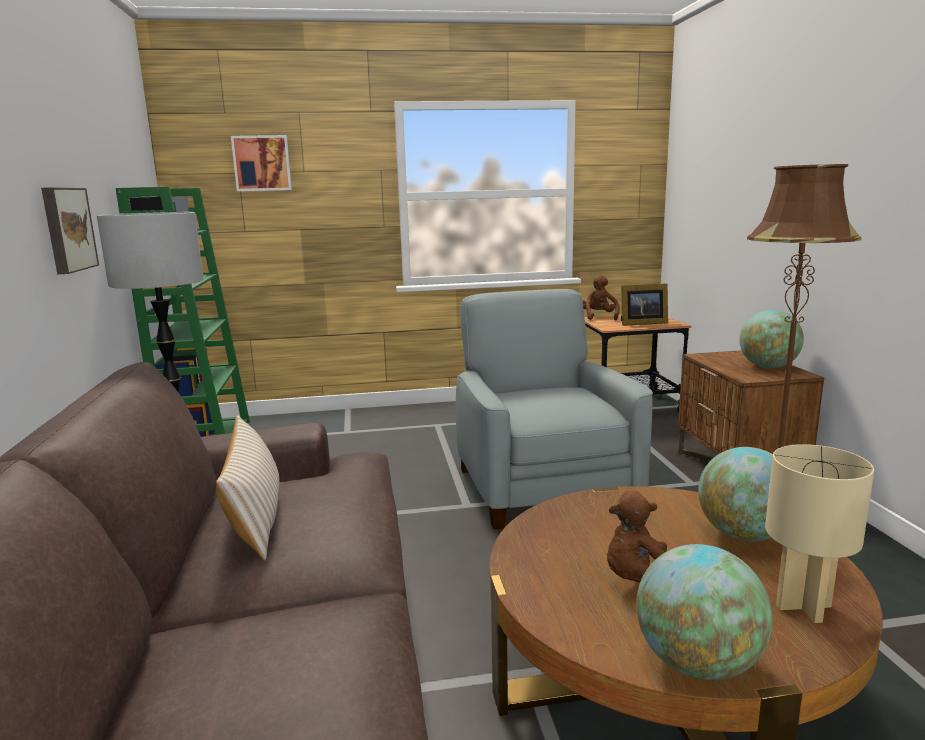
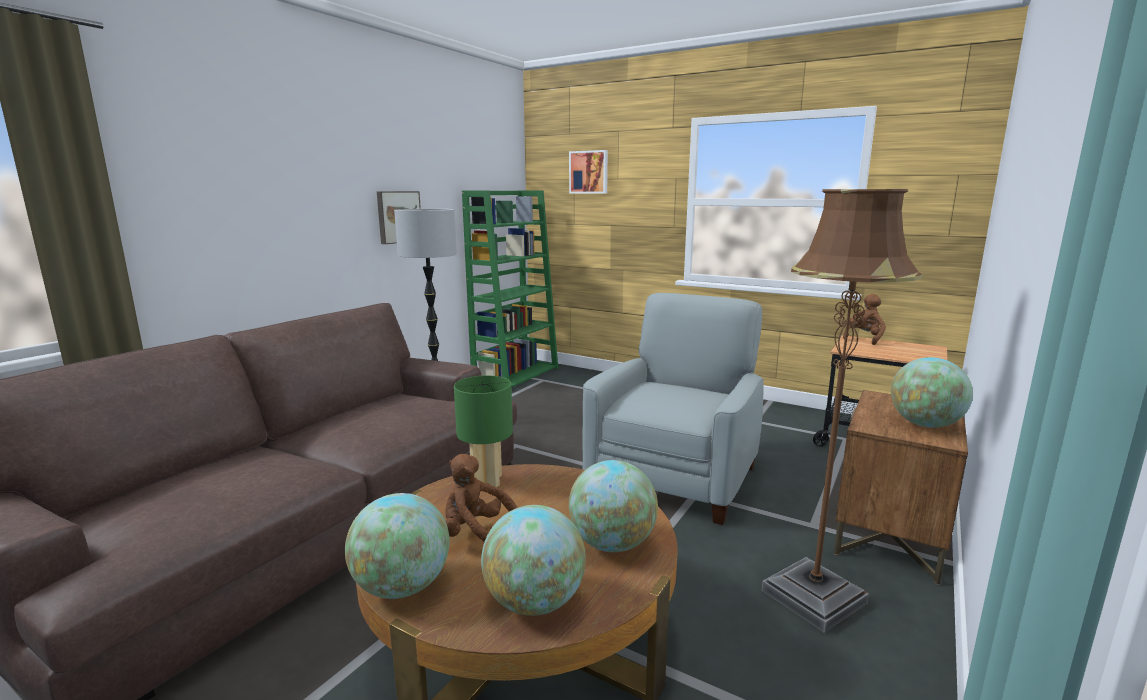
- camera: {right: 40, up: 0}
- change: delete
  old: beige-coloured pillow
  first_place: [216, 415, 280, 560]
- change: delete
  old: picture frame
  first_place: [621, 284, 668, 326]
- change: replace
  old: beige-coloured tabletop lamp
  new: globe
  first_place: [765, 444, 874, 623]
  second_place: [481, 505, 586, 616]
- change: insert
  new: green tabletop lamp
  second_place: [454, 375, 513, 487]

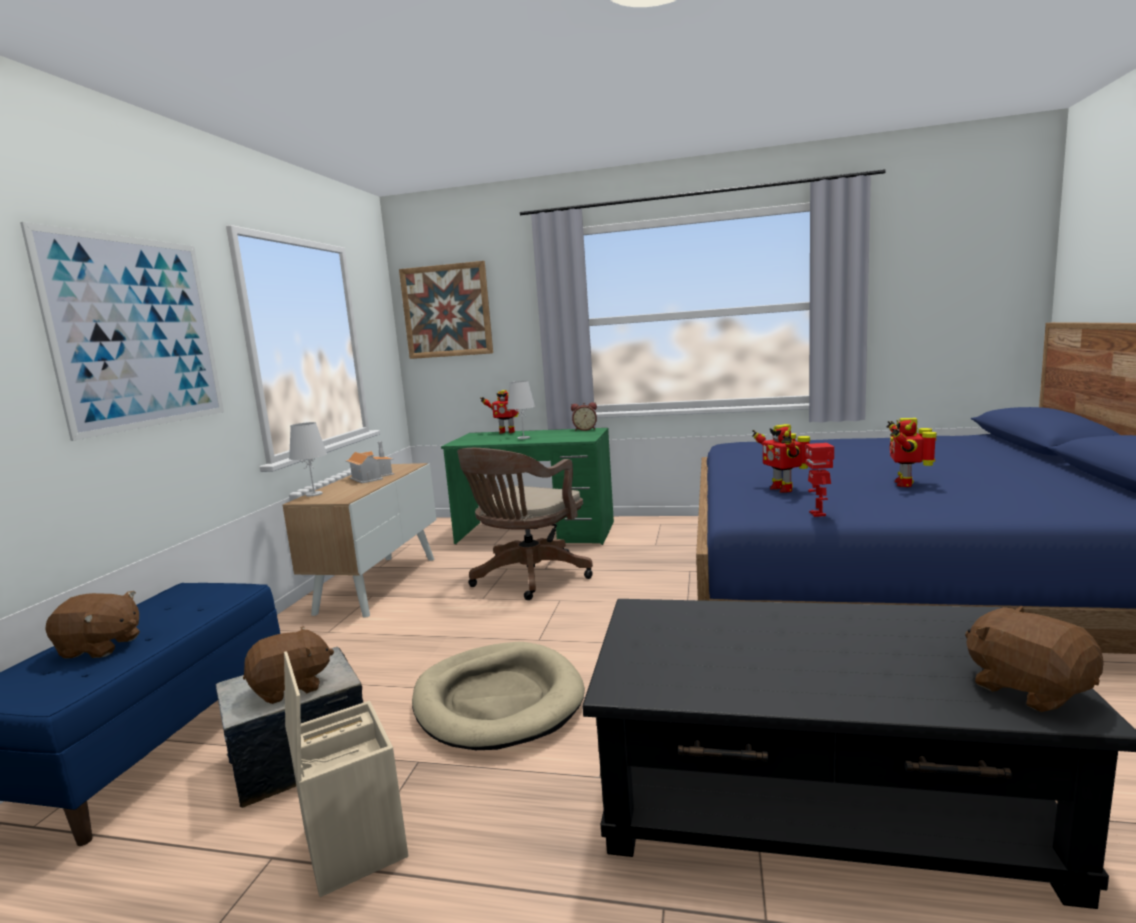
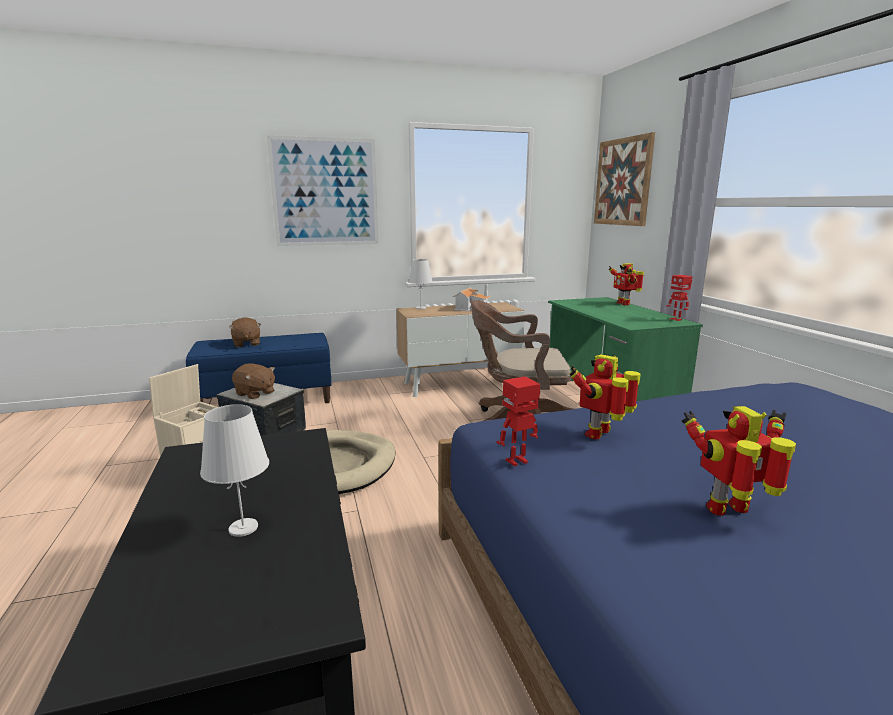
- camera: {right: 60, up: 5}
- change: move
  old: white tabletop lamp
  first_place: [507, 381, 535, 439]
  second_place: [200, 404, 269, 537]
- change: replace
  old: bedside clock
  new: toy robot
  first_place: [571, 402, 597, 431]
  second_place: [666, 275, 693, 321]
- change: delete
  old: brown-coloured soft toy
  first_place: [965, 606, 1104, 712]

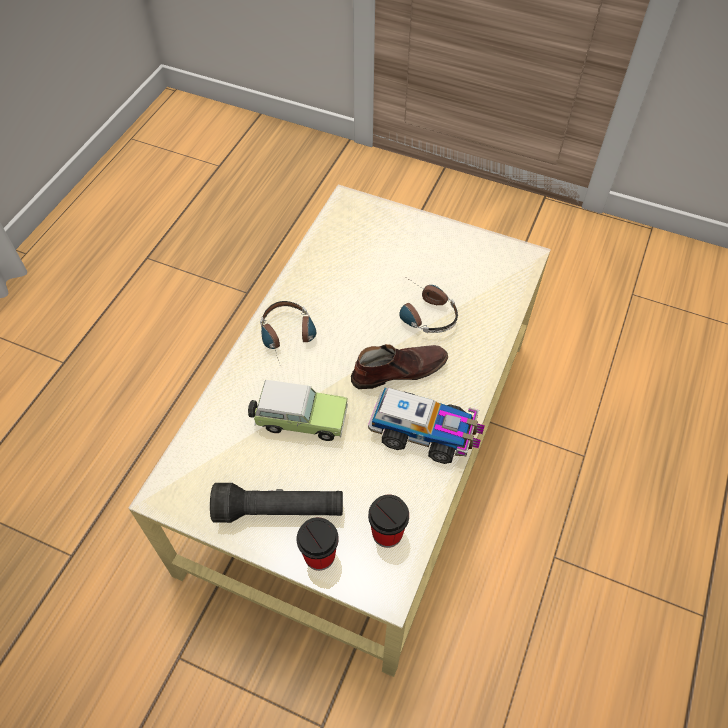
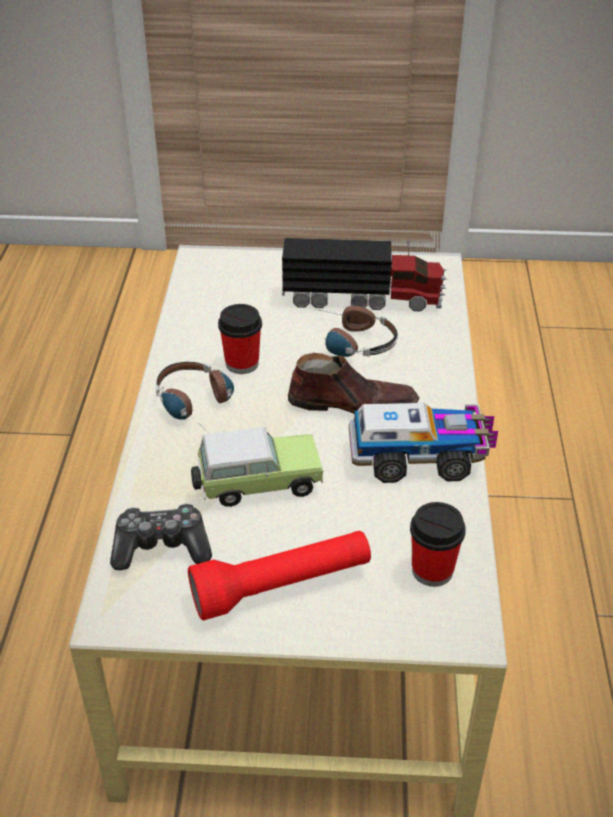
- camera: {right: -20, up: -15}
- change: recolor
  old: black-coloured flashlight
  new: red-coloured flashlight
  first_place: [210, 483, 343, 523]
  second_place: [188, 531, 371, 620]
- change: move
  old: cup
  first_place: [297, 517, 339, 571]
  second_place: [218, 304, 262, 374]
- change: rotate
  old: brown-coloured item of footwear
  first_place: [351, 344, 448, 389]
  second_place: [288, 353, 419, 414]
  degrees: 45
- change: insert
  new: gamepad
  second_place: [110, 503, 212, 570]
- change: insert
  new: toy truck
  second_place: [282, 238, 447, 311]

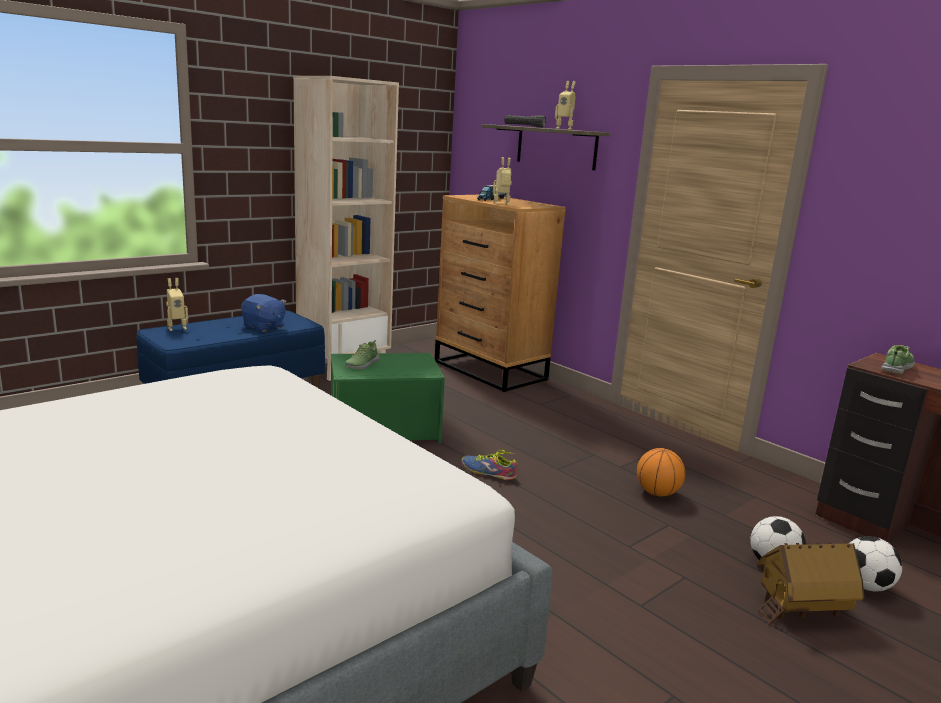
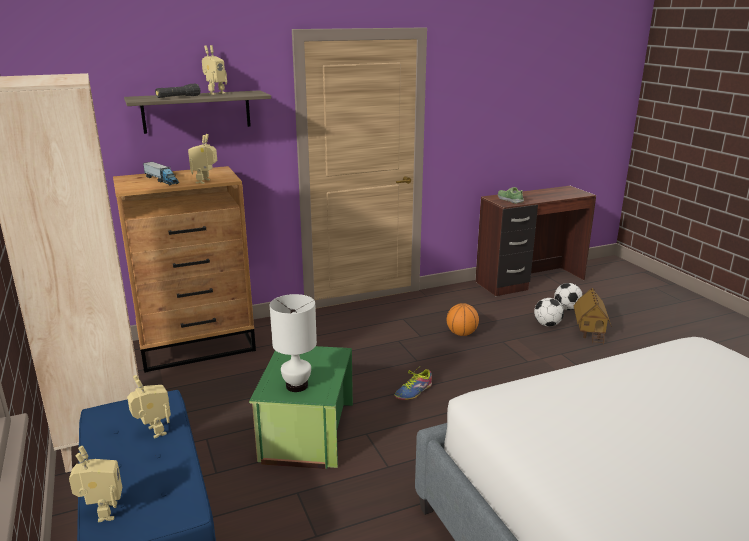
- camera: {right: -70, up: 5}
- change: replace
  old: blue-coloured soft toy
  new: toy robot
  first_place: [241, 294, 287, 332]
  second_place: [127, 375, 171, 438]
- change: replace
  old: item of footwear
  new: white tabletop lamp
  first_place: [345, 340, 379, 369]
  second_place: [270, 294, 317, 392]

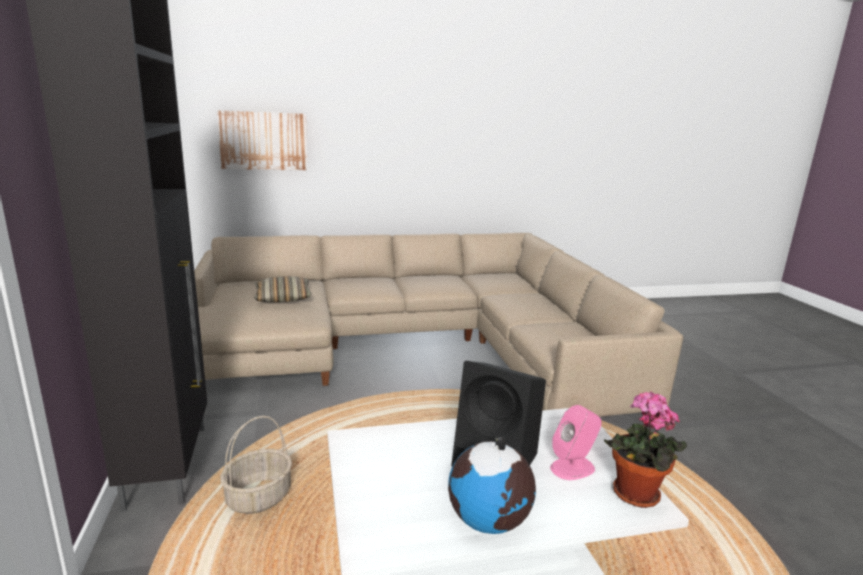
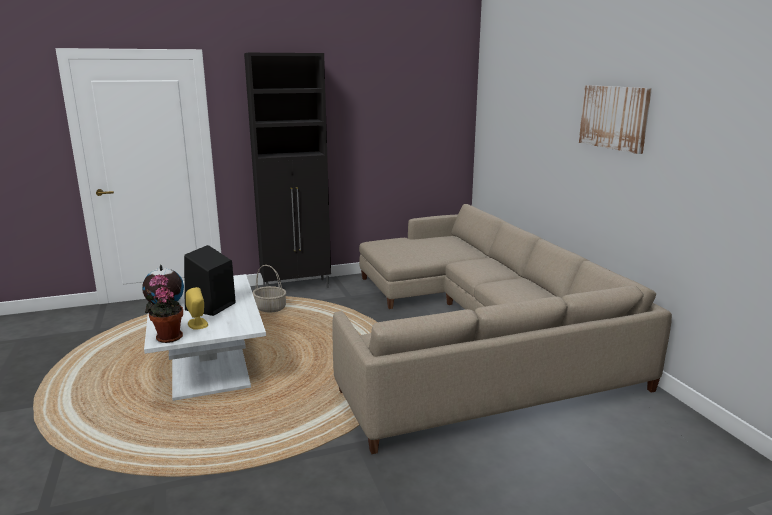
- camera: {right: 85, up: 0}
- change: move
  old: picture
  first_place: [217, 110, 308, 170]
  second_place: [579, 85, 652, 154]
- change: delete
  old: pillow
  first_place: [254, 276, 312, 302]
- change: recolor
  old: pinkish loudspeaker
  new: yellow-coloured loudspeaker
  first_place: [550, 405, 602, 480]
  second_place: [186, 287, 208, 330]

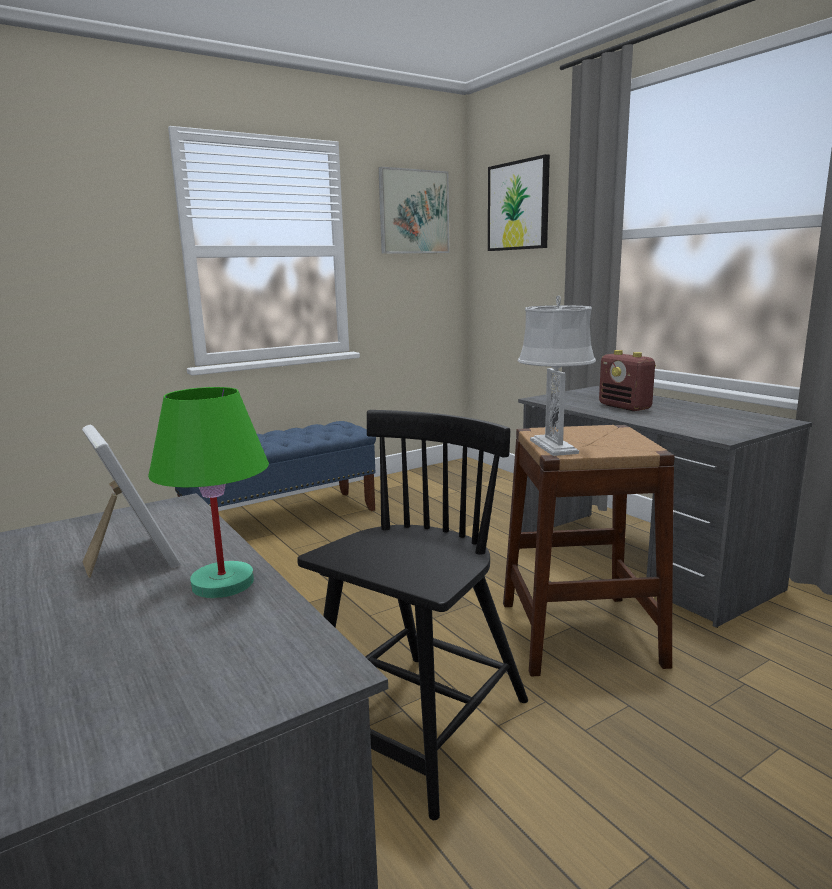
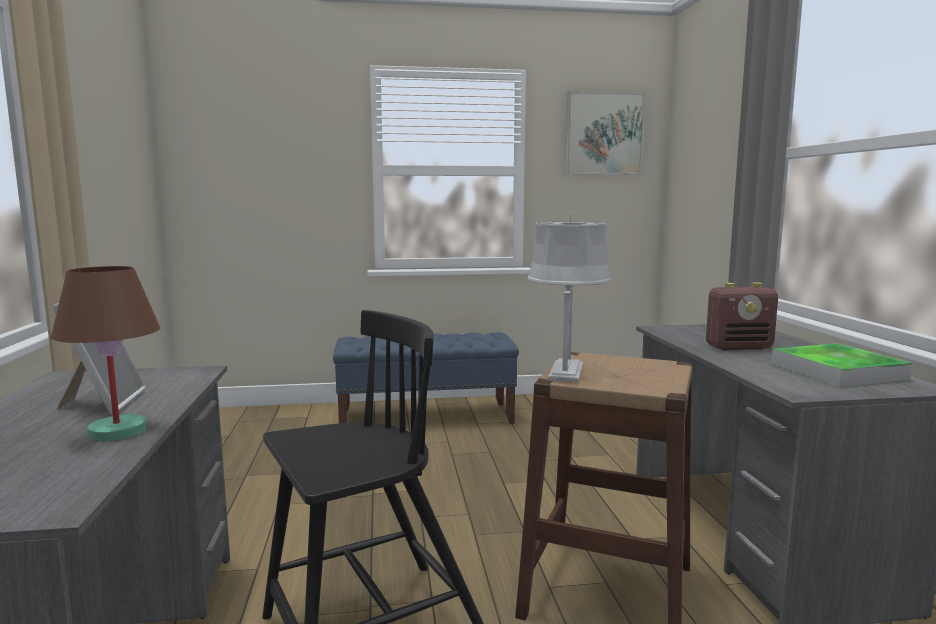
- camera: {right: 25, up: -5}
- change: recolor
  old: green tabletop lamp
  new: brown-coloured tabletop lamp
  first_place: [148, 387, 269, 598]
  second_place: [51, 266, 160, 441]
- change: delete
  old: picture
  first_place: [488, 154, 550, 251]
- change: rotate
  old: radio receiver
  first_place: [599, 350, 656, 411]
  second_place: [706, 282, 778, 350]
  degrees: -90
- change: insert
  new: carrying tray
  second_place: [771, 344, 912, 387]

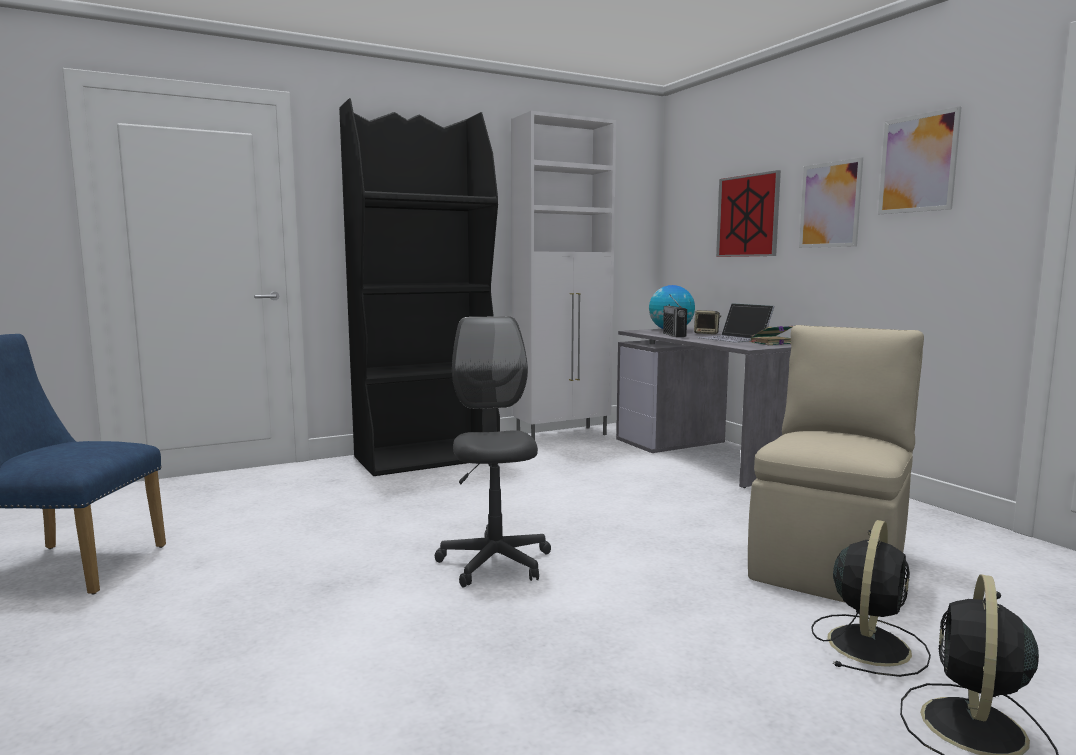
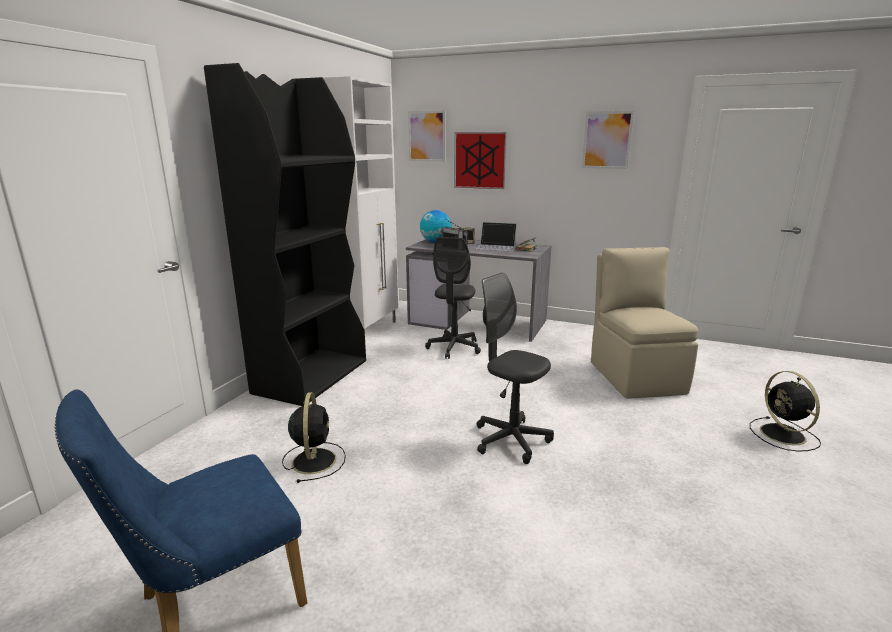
- camera: {right: -40, up: 10}
- change: move
  old: picture
  first_place: [799, 157, 863, 248]
  second_place: [408, 110, 445, 162]
- change: move
  old: black-coloured cooling fan
  first_place: [811, 520, 931, 677]
  second_place: [282, 392, 346, 483]
- change: insert
  new: gray computer chair
  second_place: [425, 237, 481, 359]

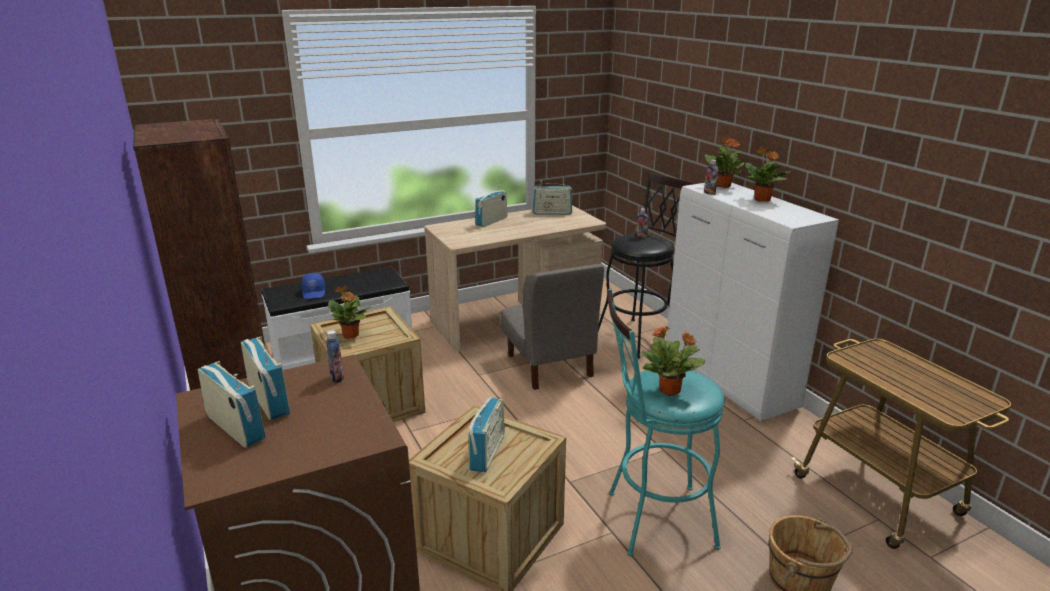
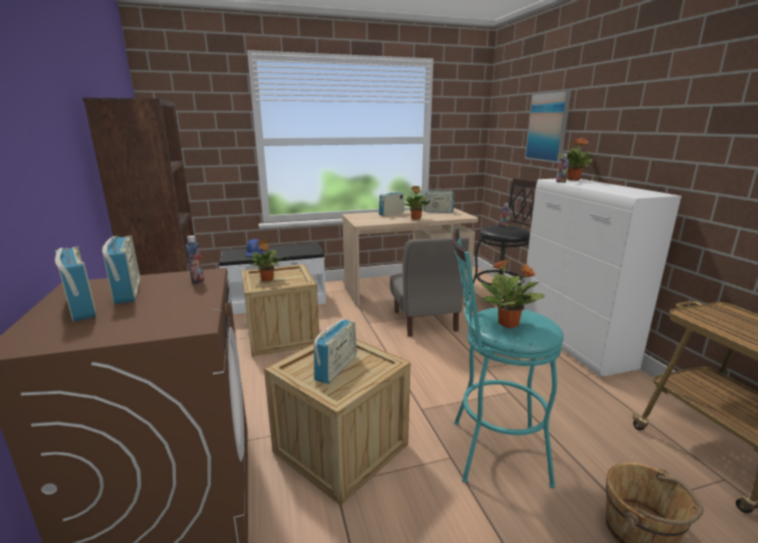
- camera: {right: 10, up: -5}
- change: move
  old: plant in a pot
  first_place: [745, 147, 792, 202]
  second_place: [404, 186, 430, 220]
- change: insert
  new: picture
  second_place: [525, 89, 571, 163]

